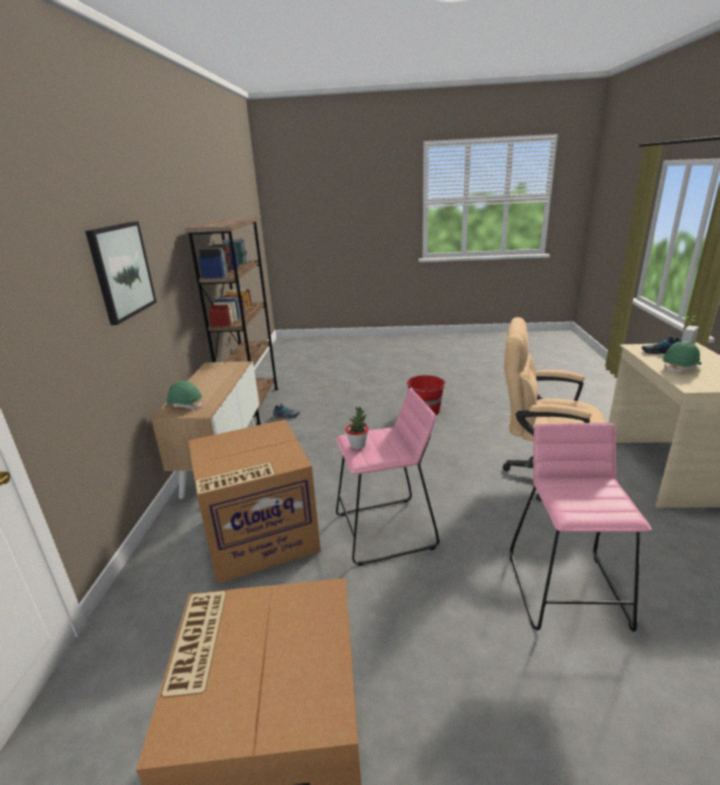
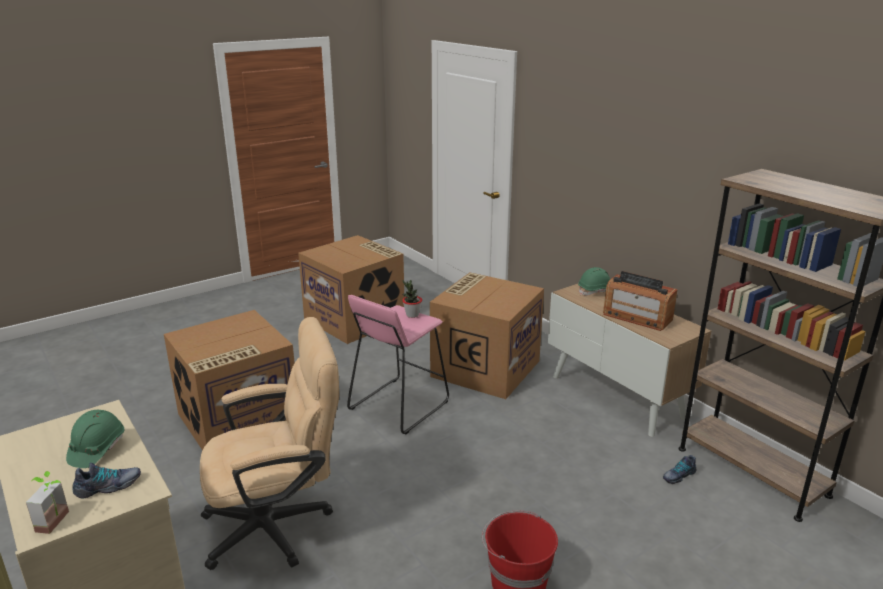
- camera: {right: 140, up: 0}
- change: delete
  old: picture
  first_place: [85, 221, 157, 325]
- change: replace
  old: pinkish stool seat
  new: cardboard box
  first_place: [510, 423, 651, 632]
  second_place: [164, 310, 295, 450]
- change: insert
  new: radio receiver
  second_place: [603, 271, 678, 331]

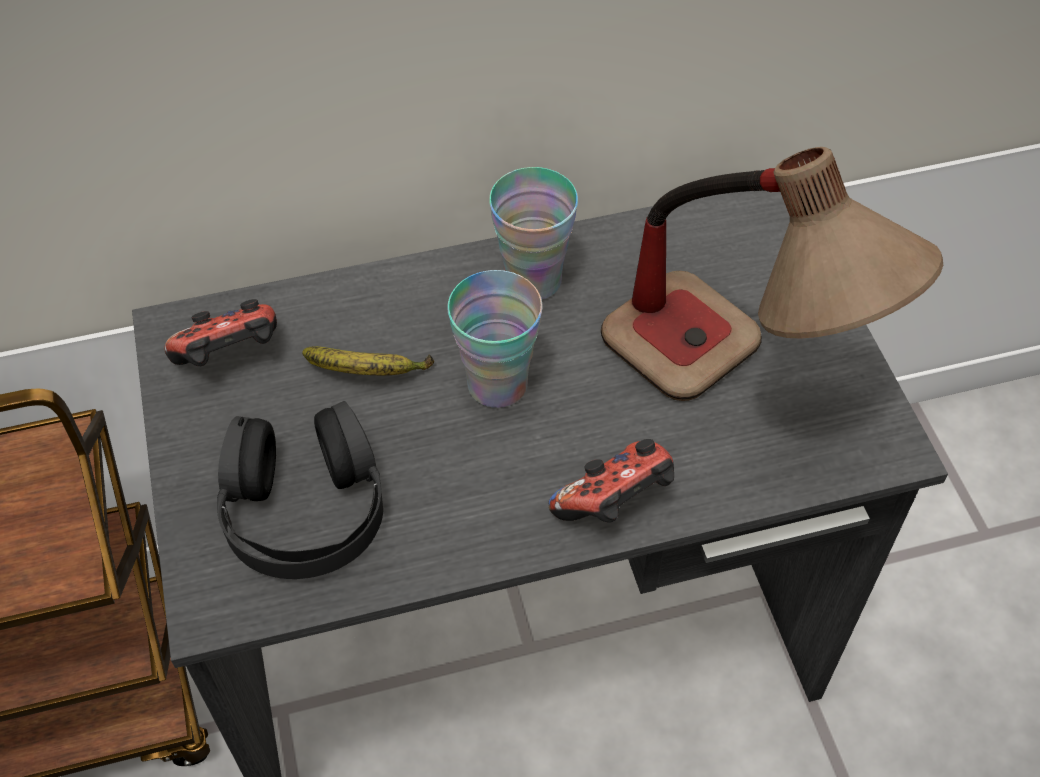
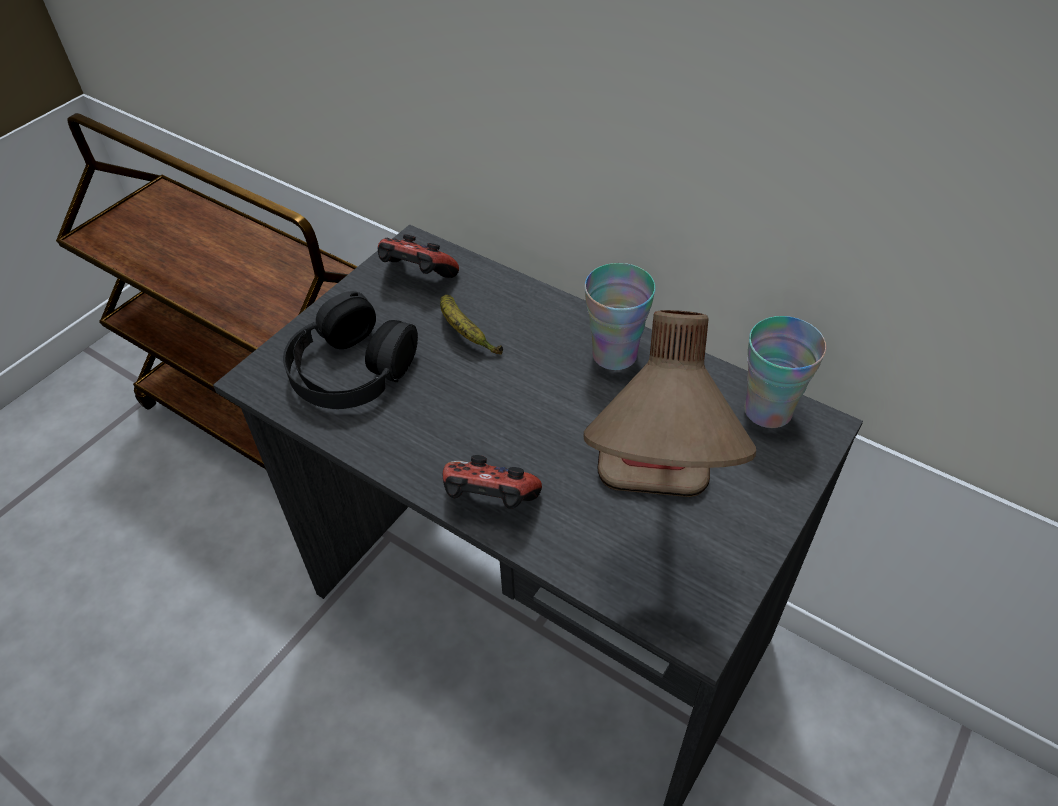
- camera: {right: 50, up: -5}
- change: move
  old: cup
  first_place: [447, 270, 542, 408]
  second_place: [744, 316, 826, 428]

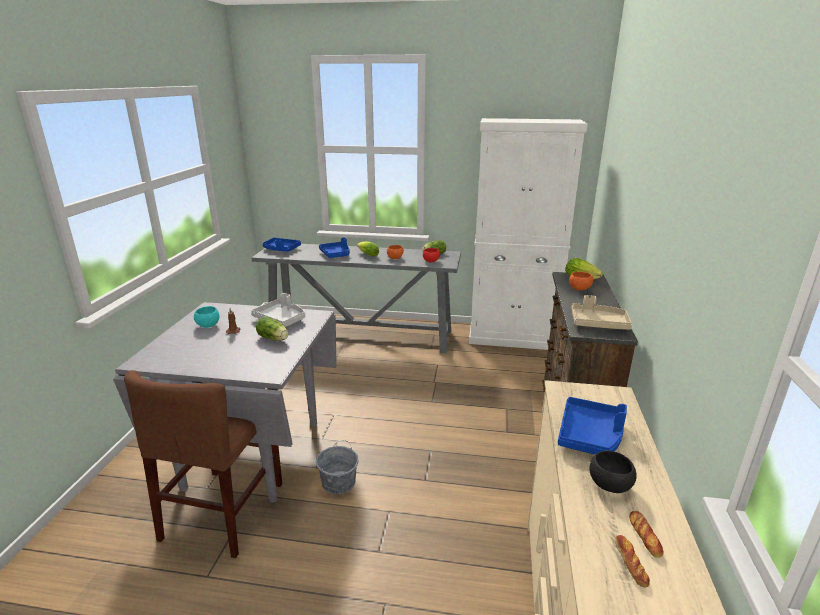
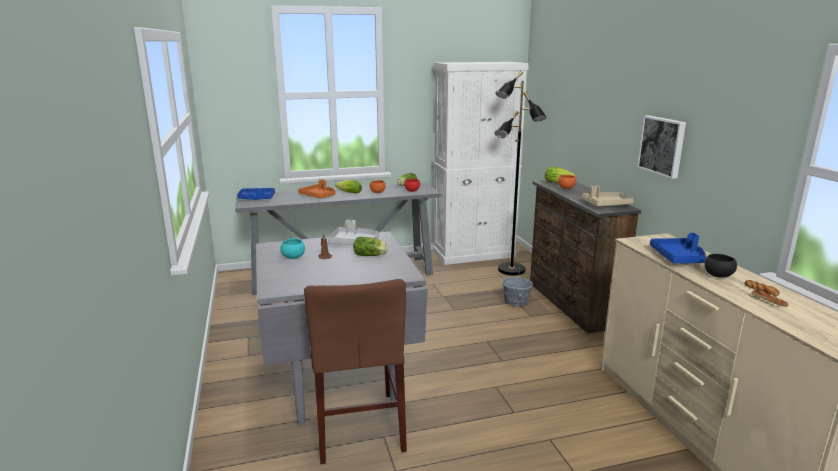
- camera: {right: -25, up: -5}
- change: move
  old: gray pail
  first_place: [316, 440, 359, 495]
  second_place: [502, 270, 533, 306]
- change: recolor
  old: blue-coloured carrying tray
  new: orange carrying tray
  first_place: [319, 237, 350, 258]
  second_place: [298, 179, 335, 199]
- change: insert
  new: black-coloured standard lamp
  second_place: [495, 71, 547, 275]
- change: insert
  new: picture
  second_place: [637, 116, 686, 179]

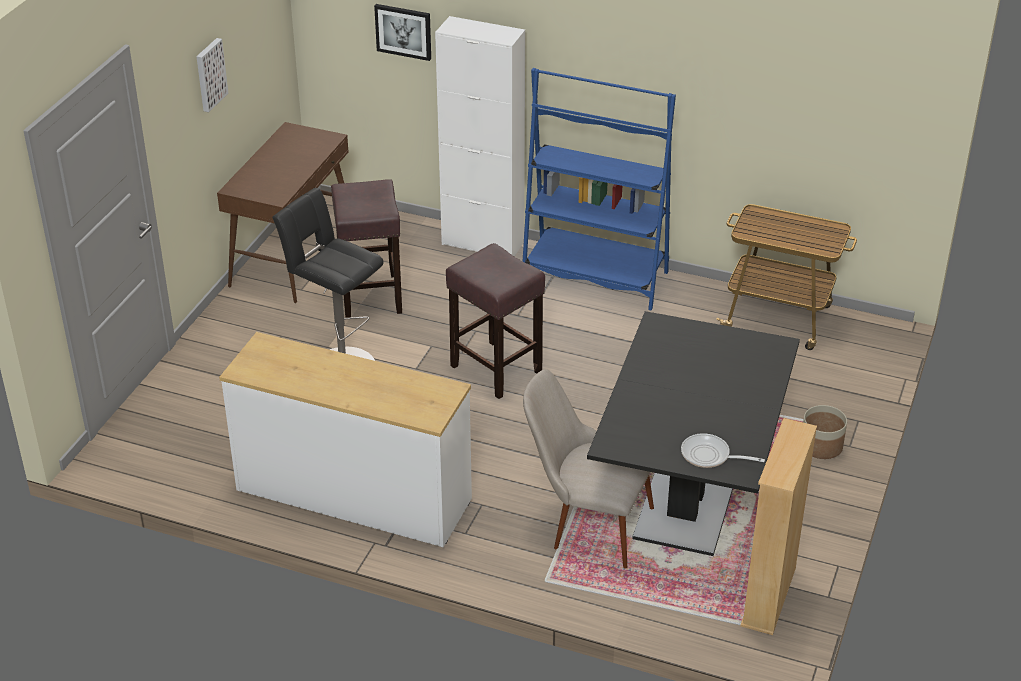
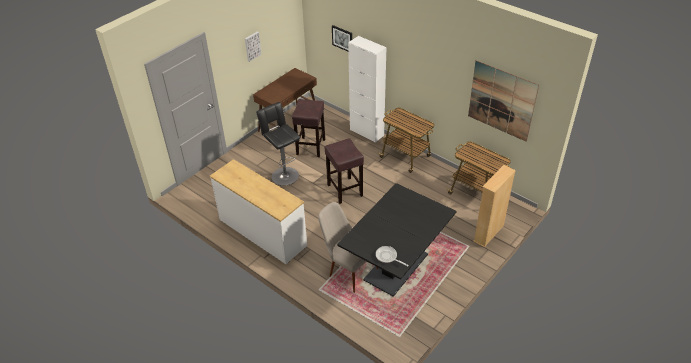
- camera: {right: 20, up: 5}
- change: replace
  old: blue-coloured shelving unit
  new: trolley
  first_place: [523, 68, 676, 310]
  second_place: [378, 107, 434, 173]
- change: move
  old: beige-coloured shelving unit
  first_place: [740, 418, 817, 635]
  second_place: [473, 165, 516, 247]
- change: delete
  old: planter
  first_place: [803, 405, 847, 459]
- change: insert
  new: picture
  second_place: [468, 60, 539, 142]

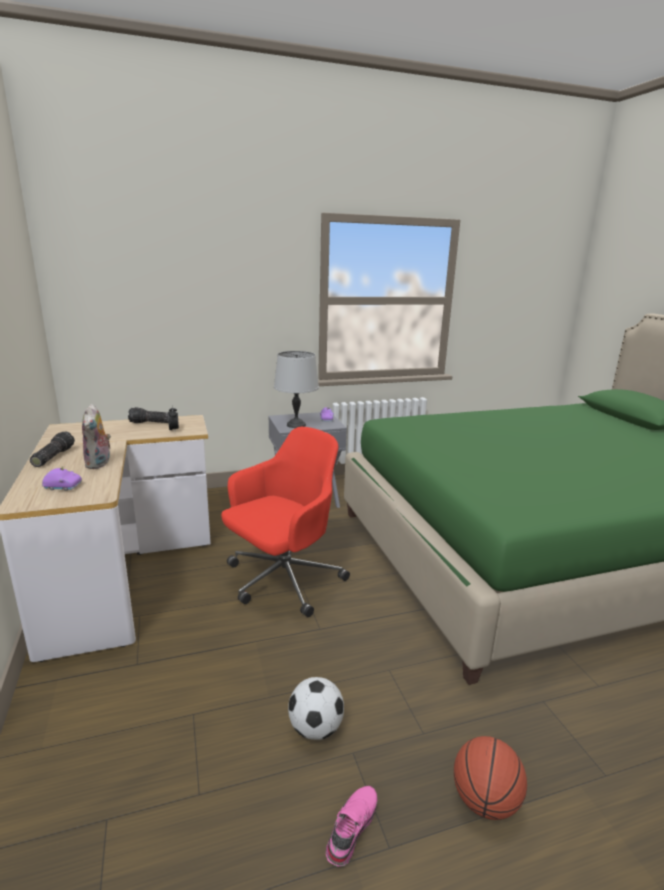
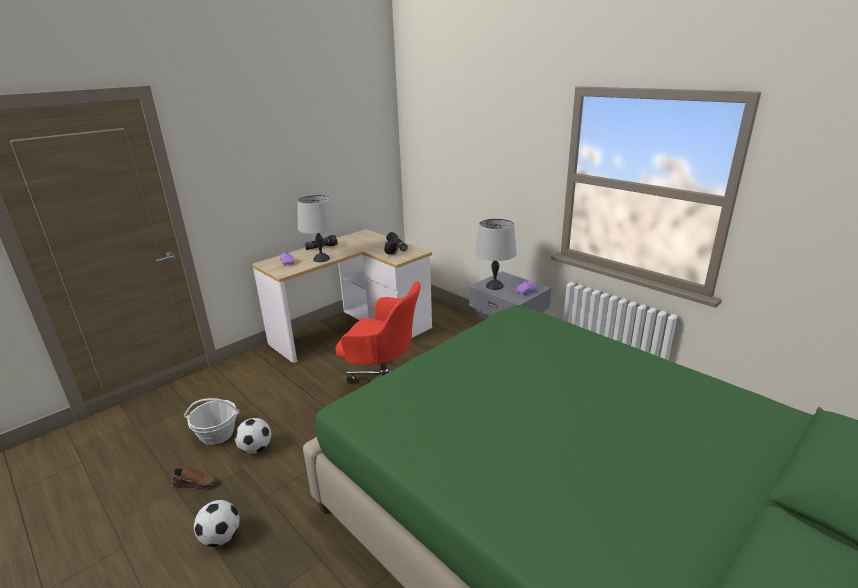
- camera: {right: 65, up: 5}
- change: replace
  old: soft toy
  new: gray tabletop lamp
  first_place: [82, 404, 112, 469]
  second_place: [297, 195, 337, 262]
- change: recolor
  old: pinkish item of footwear
  new: brown-coloured item of footwear
  first_place: [326, 786, 378, 867]
  second_place: [170, 467, 216, 490]
- change: replace
  old: basketball ball
  new: football
  first_place: [454, 736, 527, 820]
  second_place: [194, 500, 240, 547]
- change: insert
  new: storage basket
  second_place: [184, 398, 240, 445]

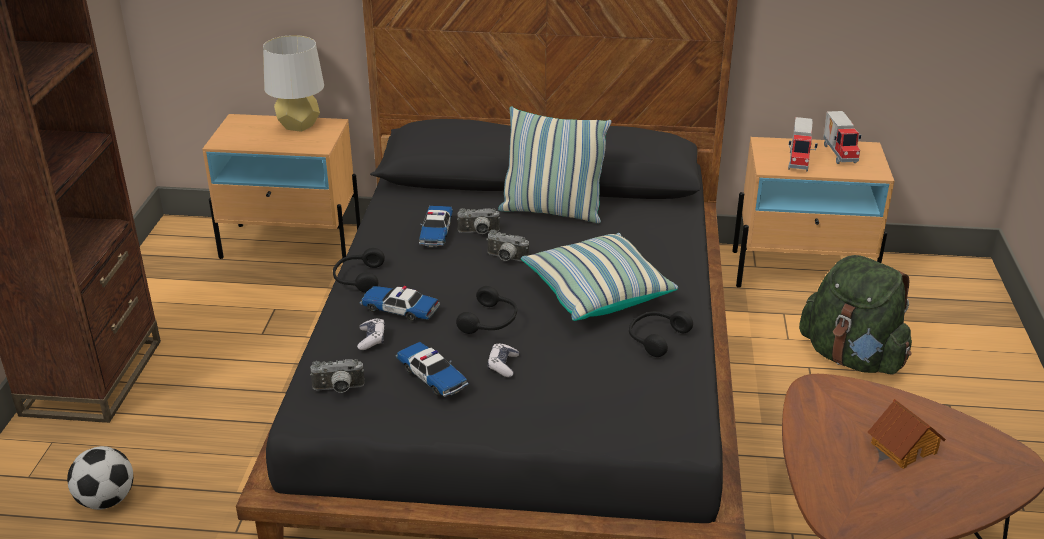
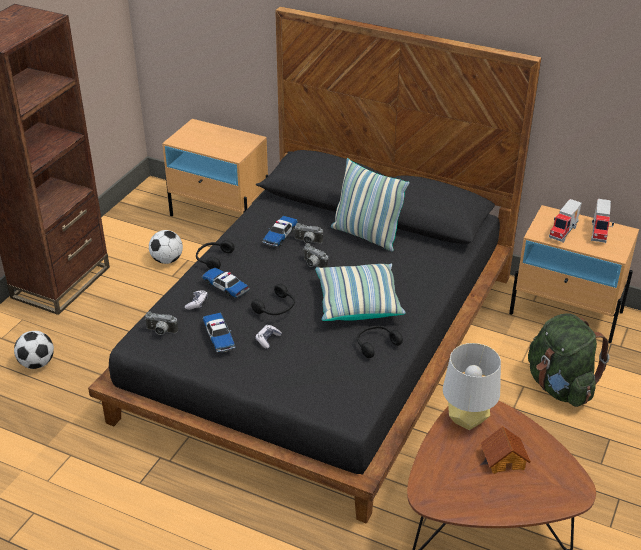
- camera: {right: 20, up: 5}
- change: move
  old: gray tabletop lamp
  first_place: [263, 35, 324, 132]
  second_place: [443, 343, 501, 430]
- change: insert
  new: football
  second_place: [149, 230, 183, 264]

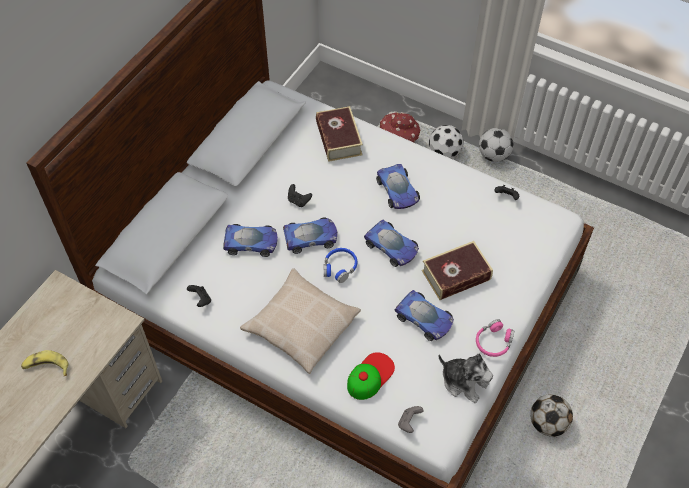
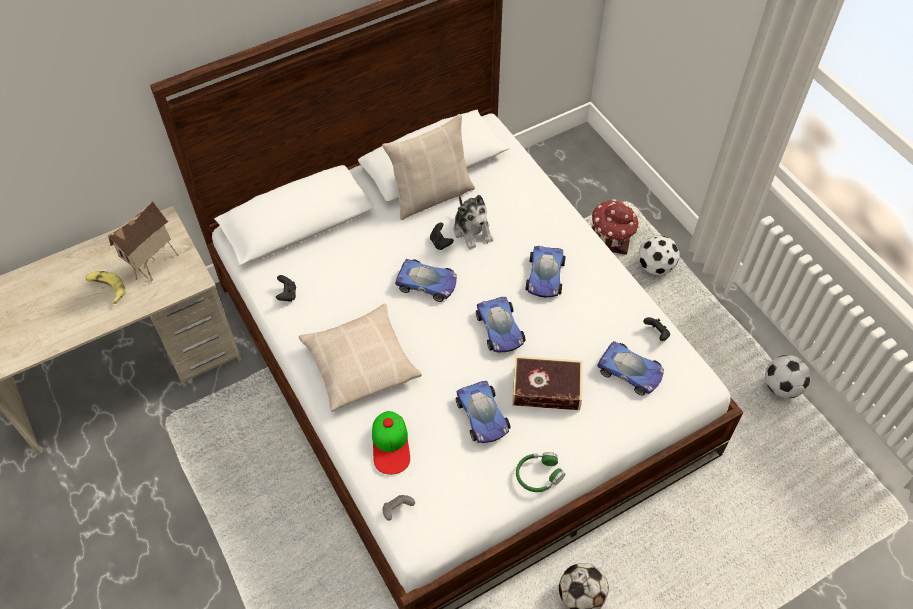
- camera: {right: 30, up: 0}
- change: move
  old: toy car
  first_place: [223, 224, 278, 257]
  second_place: [597, 341, 664, 396]
- change: delete
  old: book
  first_place: [316, 106, 363, 162]
- change: delete
  old: blue-coloured pair of headphones
  first_place: [324, 248, 357, 283]
- change: rotate
  old: cap
  first_place: [347, 352, 395, 400]
  second_place: [372, 411, 410, 475]
  degrees: 105
- change: move
  old: soft toy
  first_place: [439, 354, 493, 403]
  second_place: [453, 195, 493, 250]
- change: recolor
  old: pinkish pair of headphones
  new: green pair of headphones
  first_place: [476, 319, 515, 357]
  second_place: [516, 452, 565, 492]
- change: move
  old: football
  first_place: [479, 128, 513, 162]
  second_place: [765, 355, 811, 398]
- change: insert
  new: toy house
  second_place: [108, 200, 178, 283]
- change: insert
  new: beige-coloured pillow
  second_place: [382, 114, 475, 220]

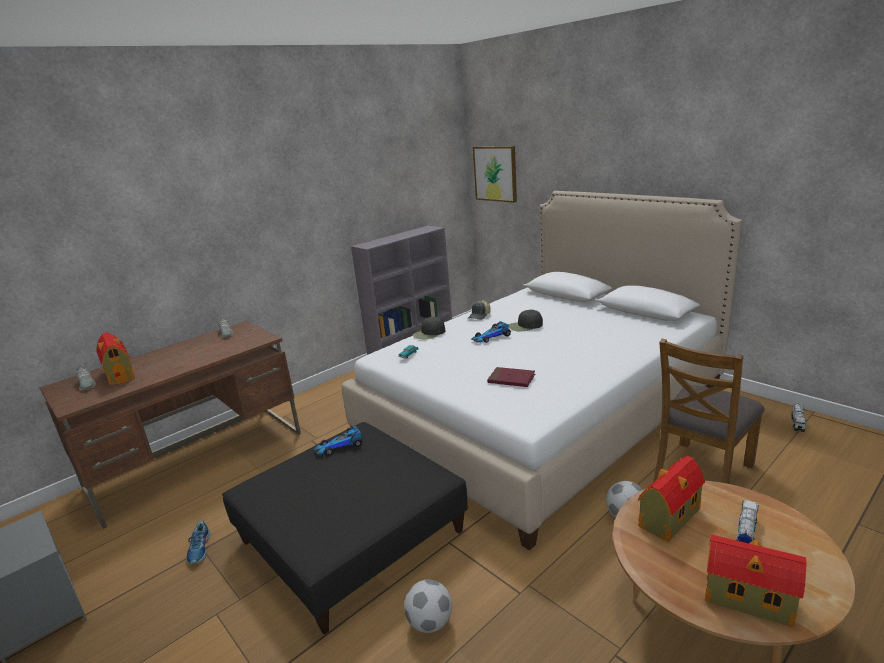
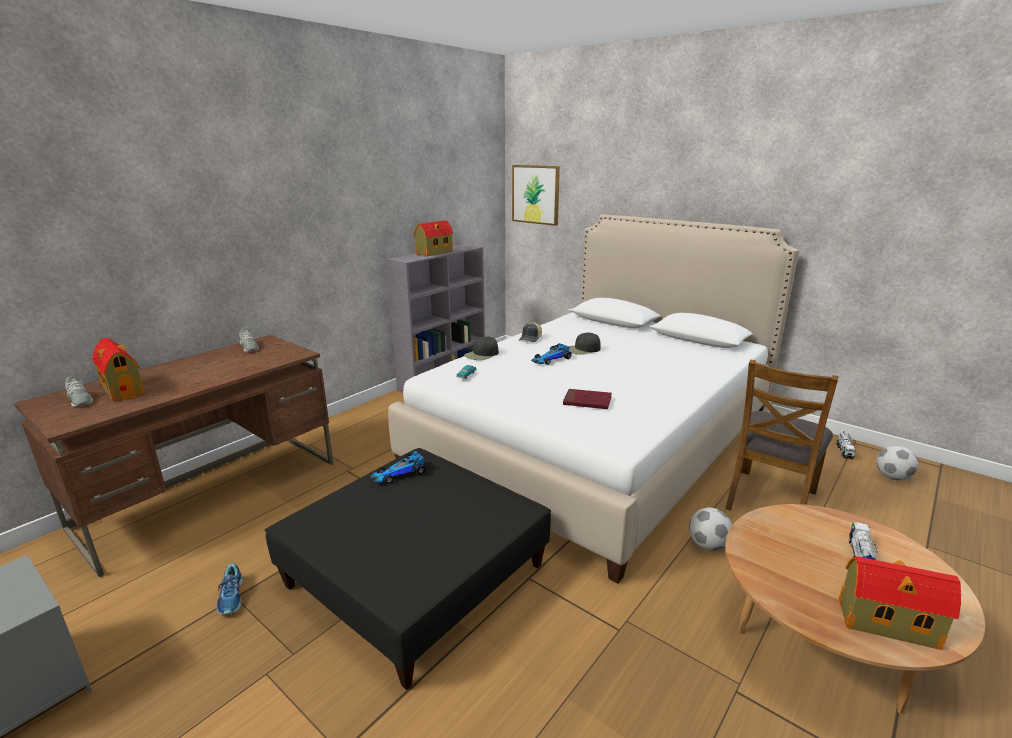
- camera: {right: -10, up: 0}
- change: move
  old: football
  first_place: [404, 579, 452, 633]
  second_place: [876, 445, 919, 480]
- change: move
  old: toy house
  first_place: [638, 456, 705, 542]
  second_place: [414, 220, 453, 256]

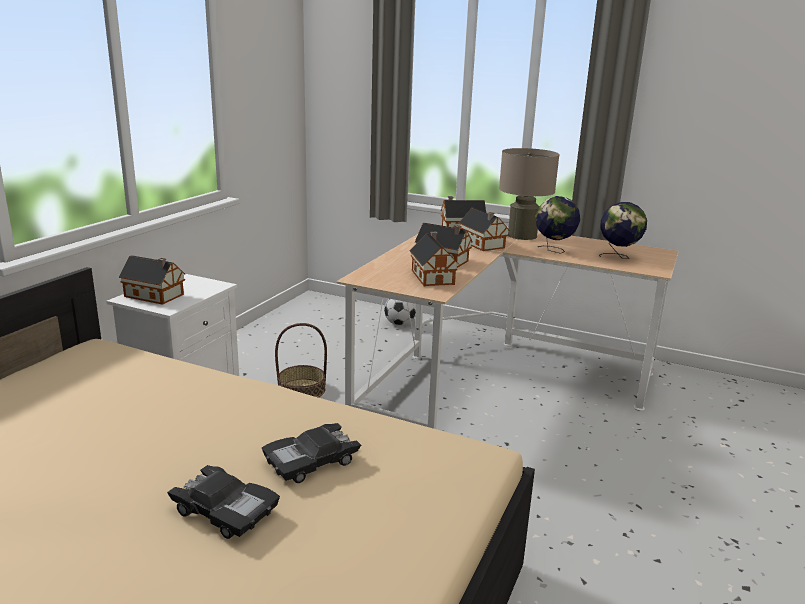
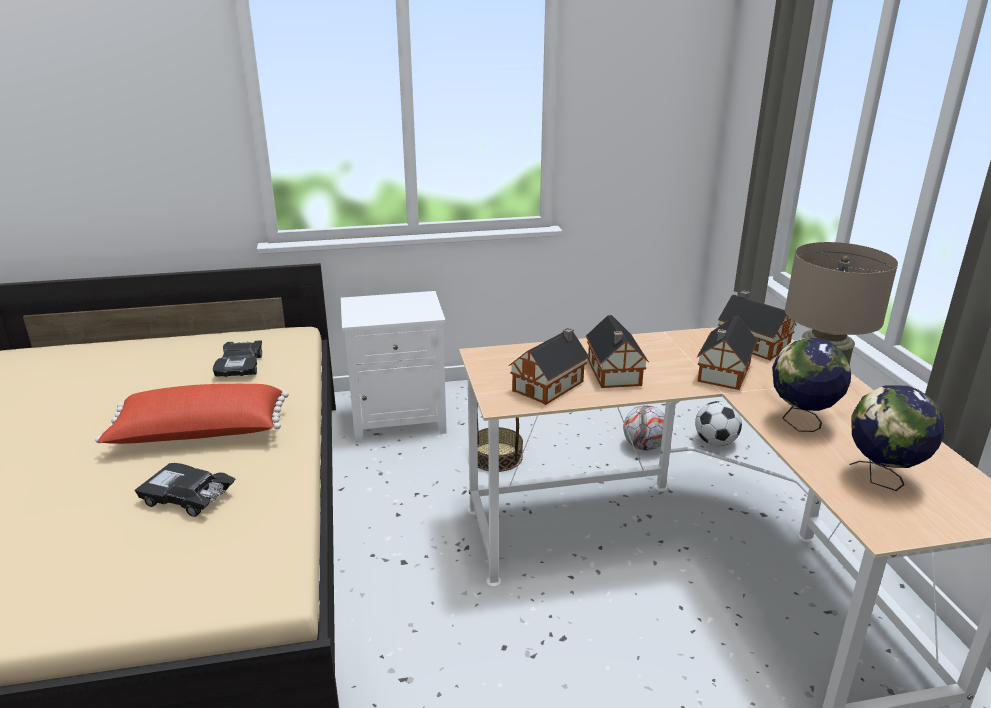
- camera: {right: 55, up: 5}
- change: delete
  old: toy house
  first_place: [119, 255, 186, 305]
- change: move
  old: black-coloured toy car
  first_place: [167, 465, 280, 539]
  second_place: [213, 341, 262, 377]
- change: insert
  new: red-coloured pillow
  second_place: [95, 384, 289, 444]
- change: insert
  new: football
  second_place: [623, 405, 665, 451]

